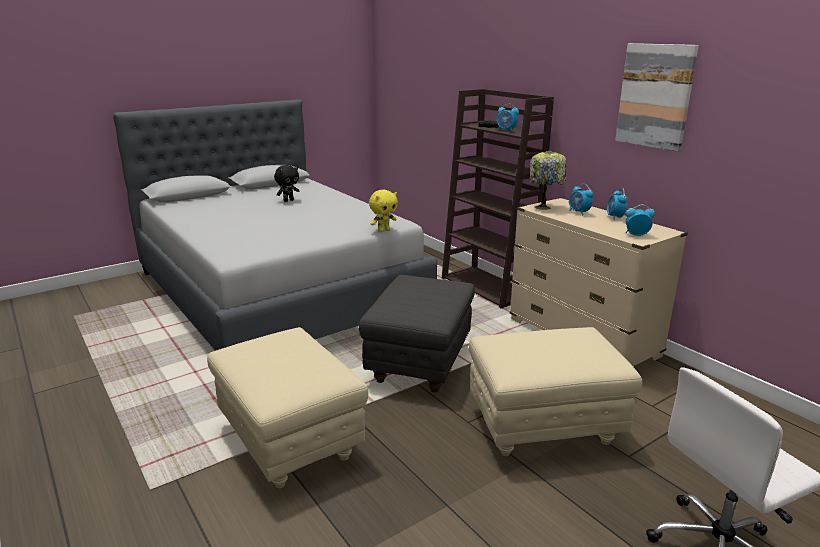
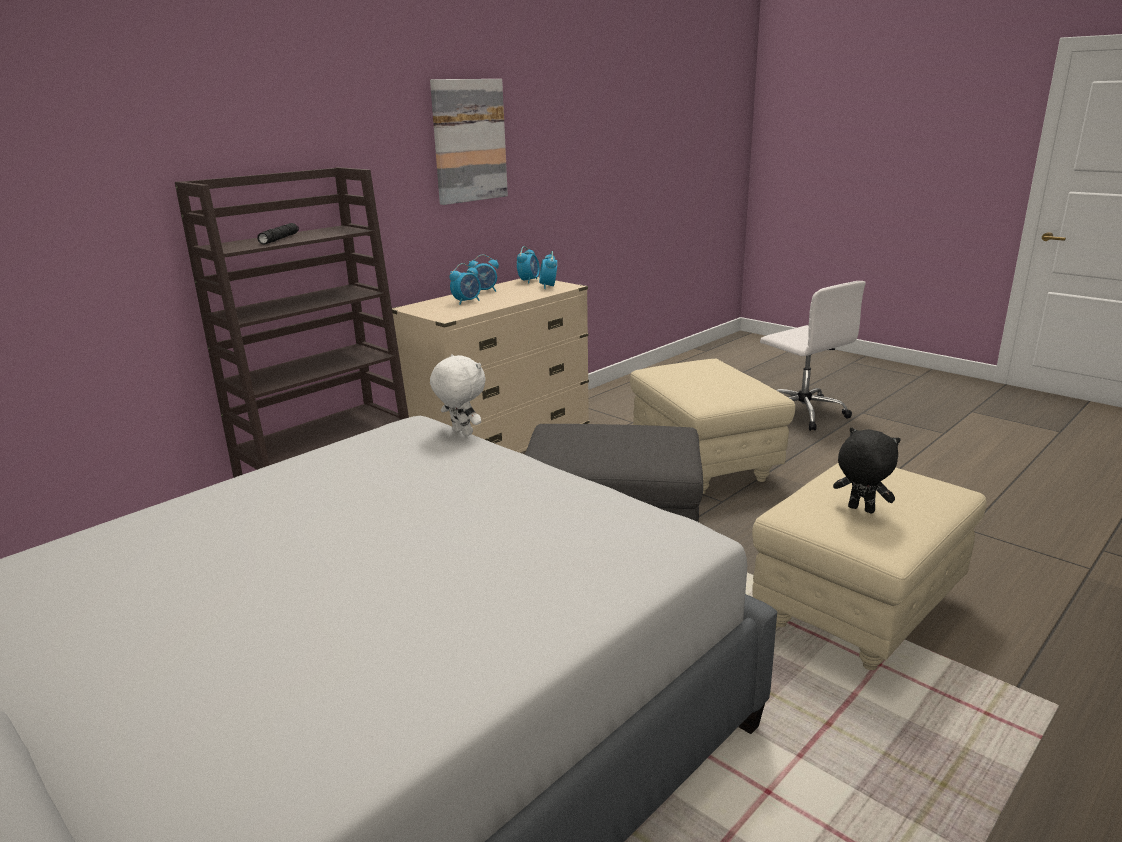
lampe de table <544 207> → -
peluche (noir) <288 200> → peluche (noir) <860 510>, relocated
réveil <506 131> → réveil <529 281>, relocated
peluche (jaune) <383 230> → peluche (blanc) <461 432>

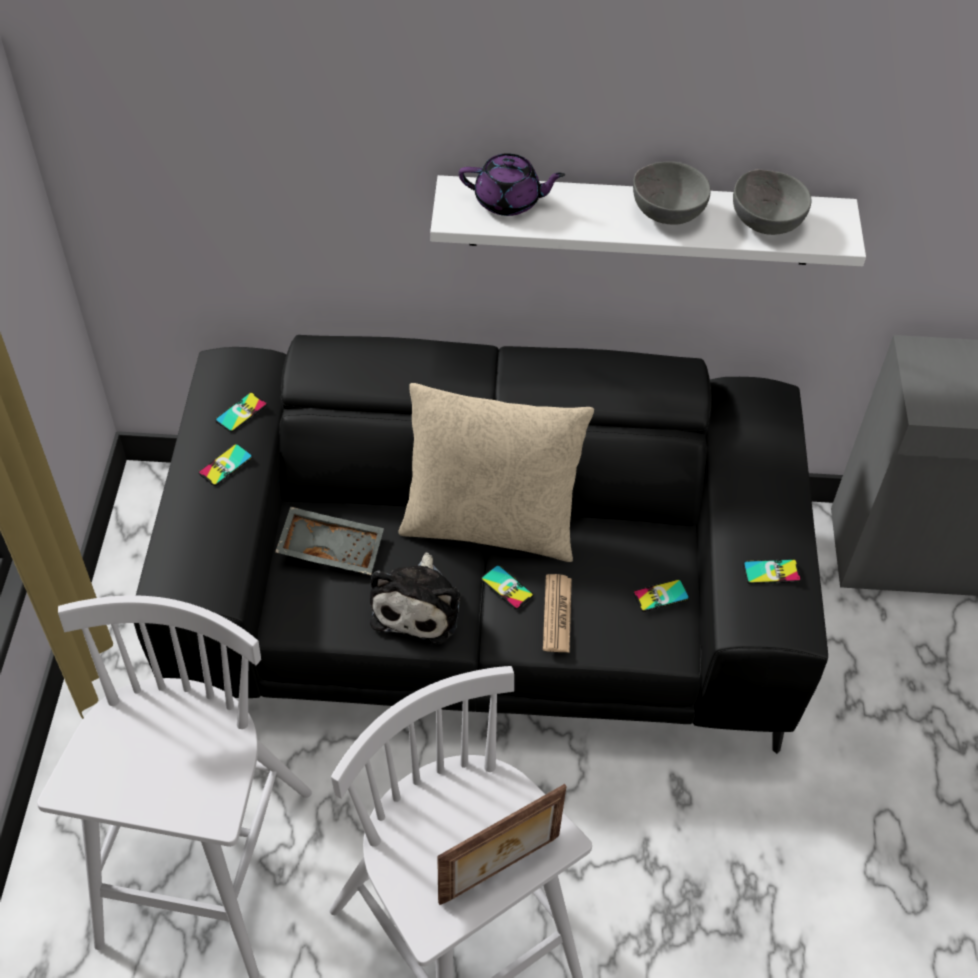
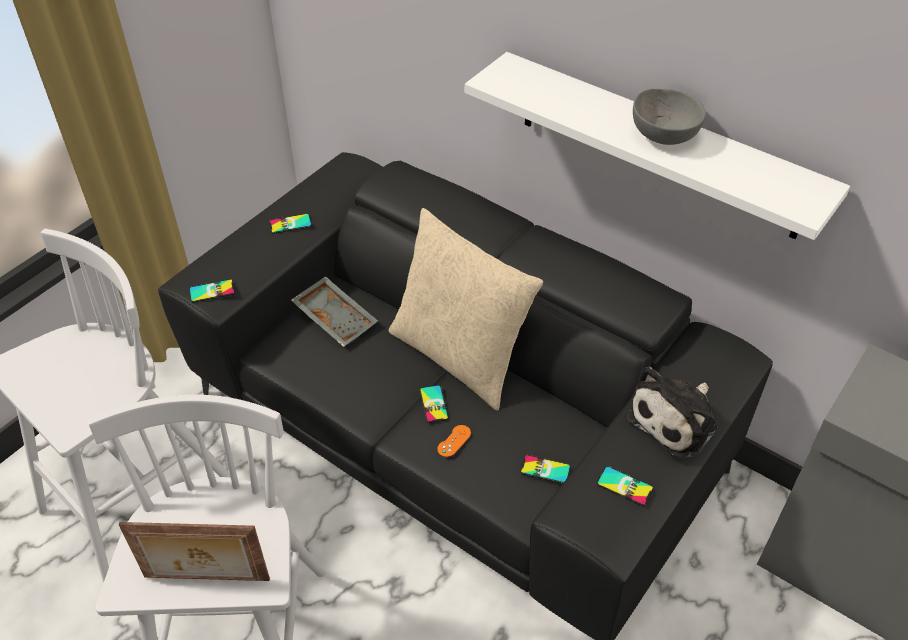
théière (violet) <508 201> → -
bol (gris) <766 221> → -
téléphone <241 412> → téléphone <212 291>, relocated
peluche <418 605> → peluche <675 420>, relocated
journal <557 614> → manette (orange) <454 441>

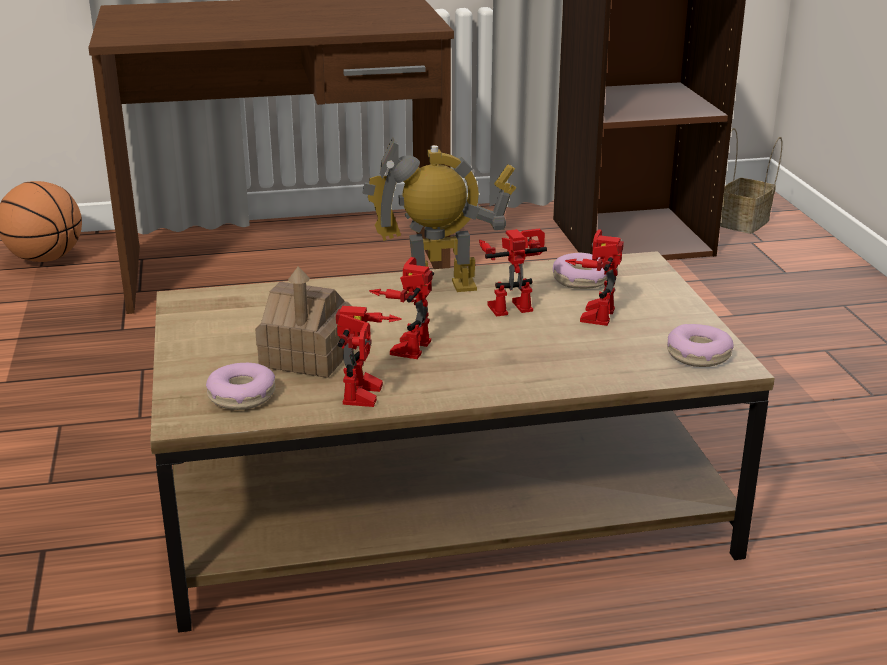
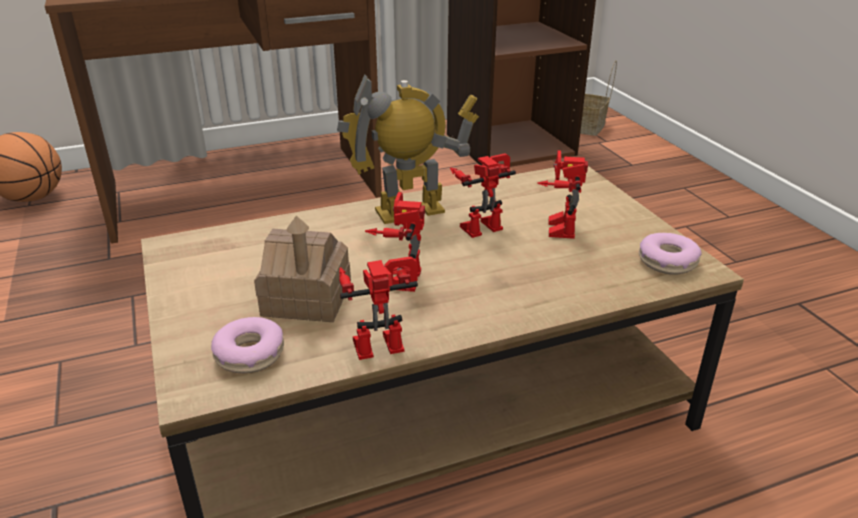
beignet <580 280> → -
robot jouet <368 397> → robot jouet <380 341>, 105 degrees counterclockwise

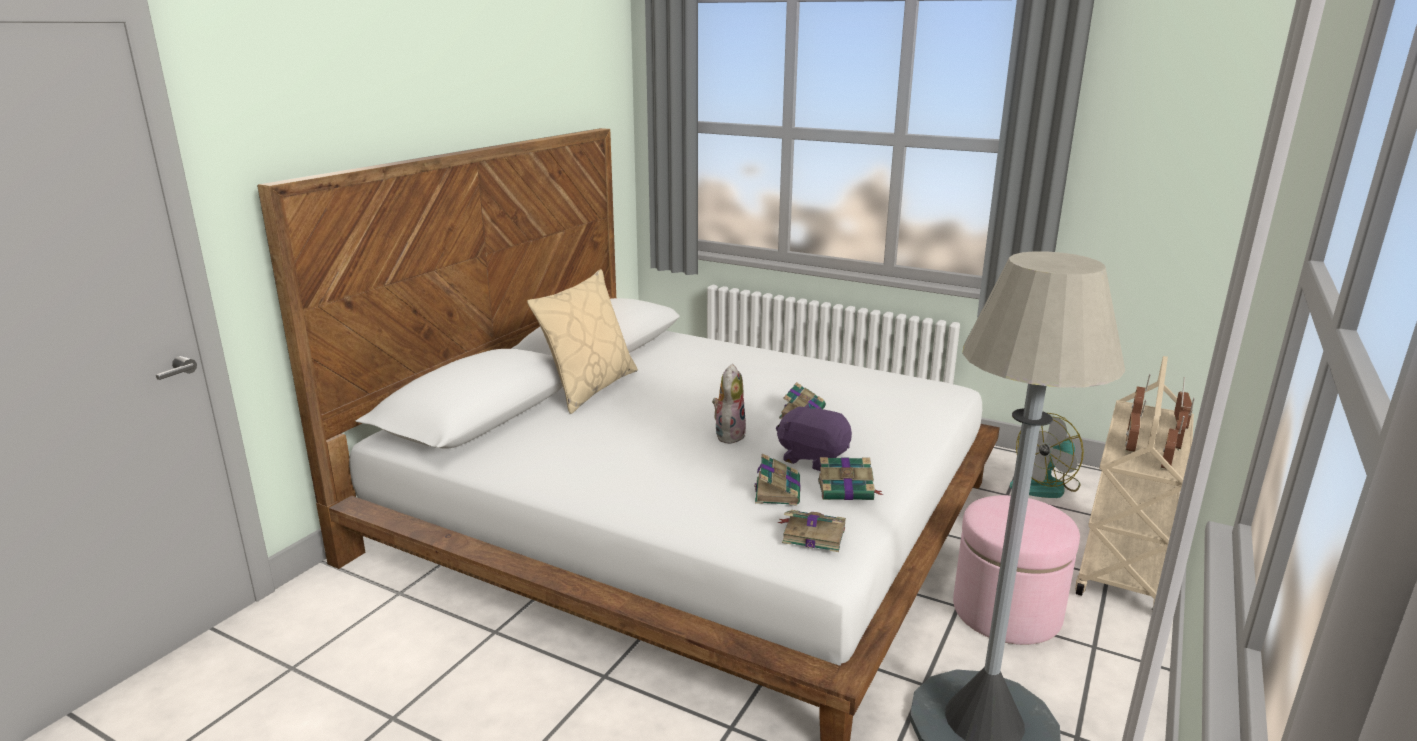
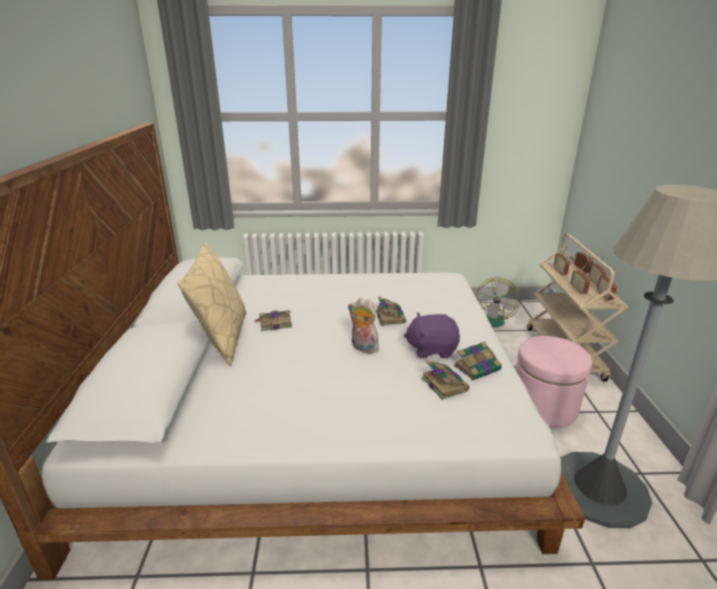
livre <812 534> → livre <274 323>, relocated
peluche <728 434> → peluche <362 348>, 45 degrees counterclockwise

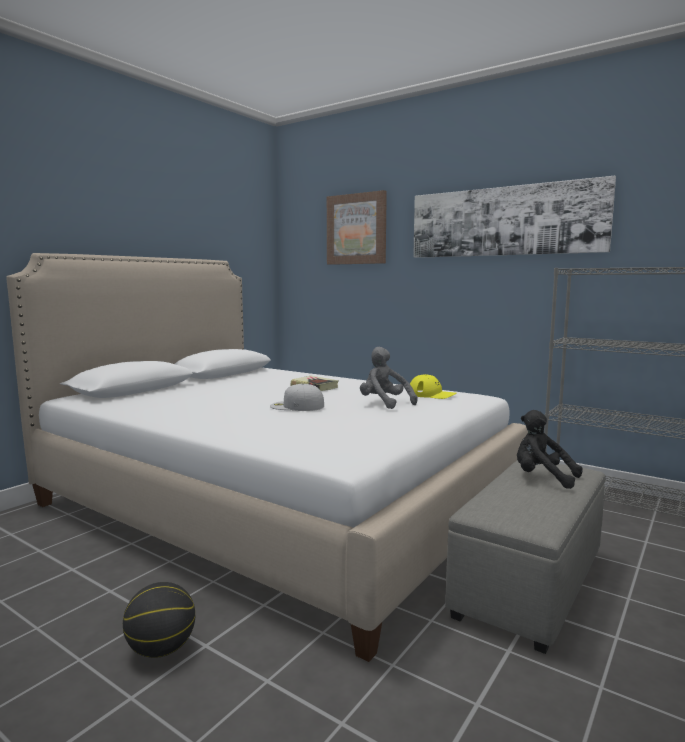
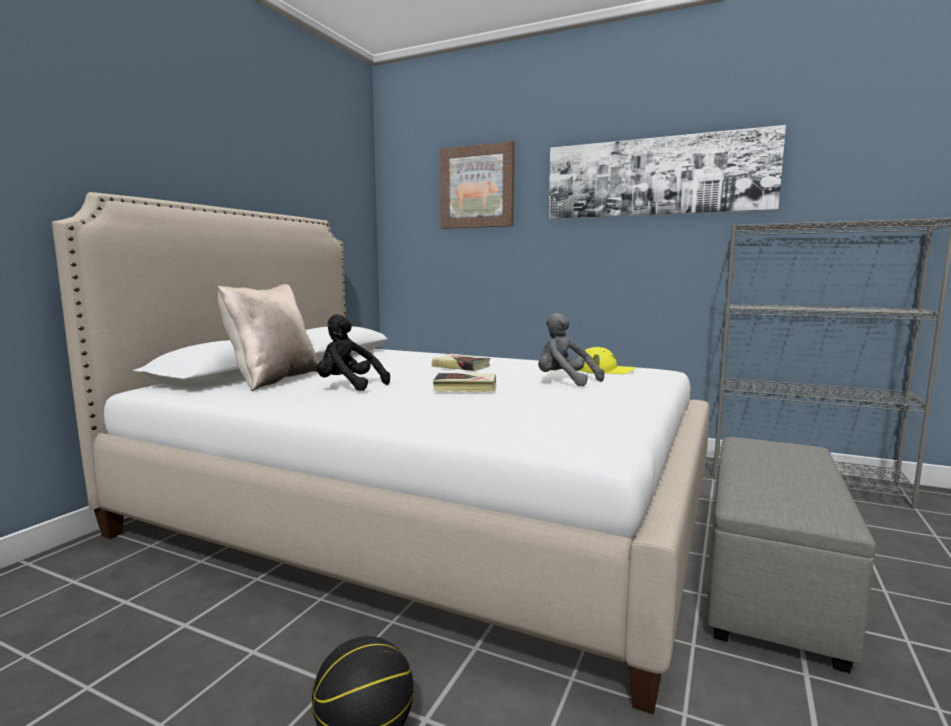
- → coussin (beige) <272 379>
peluche (noir) <542 478> → peluche (noir) <348 386>, relocated
casquette (blanc) <296 406> → livre <465 387>

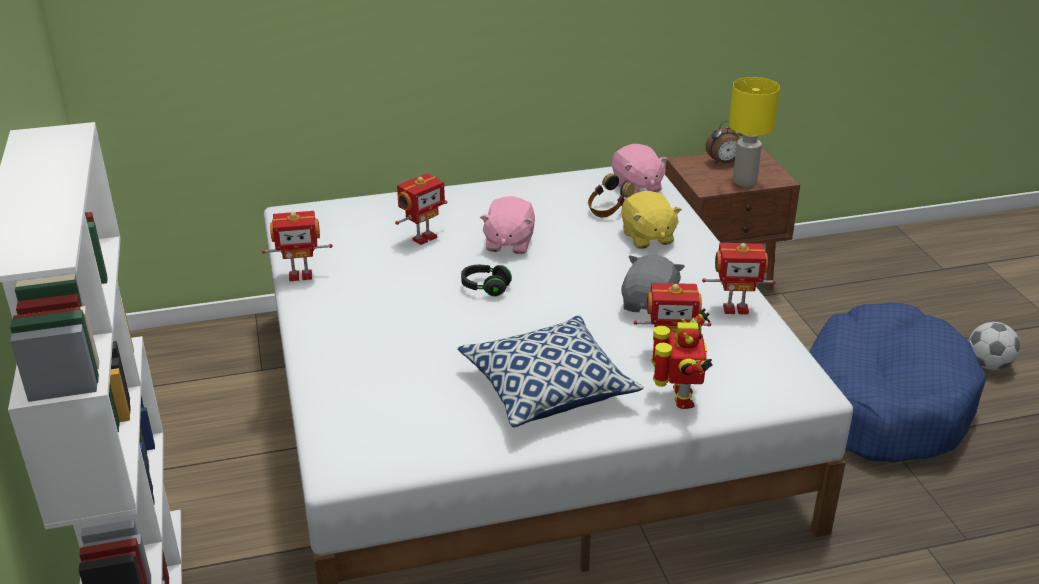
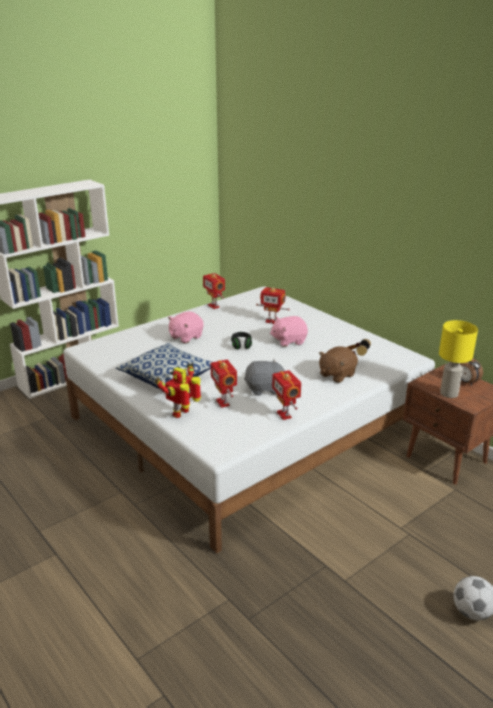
panier pour chien (bleu) <884 403> → -
peluche (rose) <636 187> → peluche (rose) <185 337>, relocated
peluche (jaune) <647 237> → peluche (marron) <336 375>
robot jouet <680 399> → robot jouet <182 413>, 150 degrees clockwise

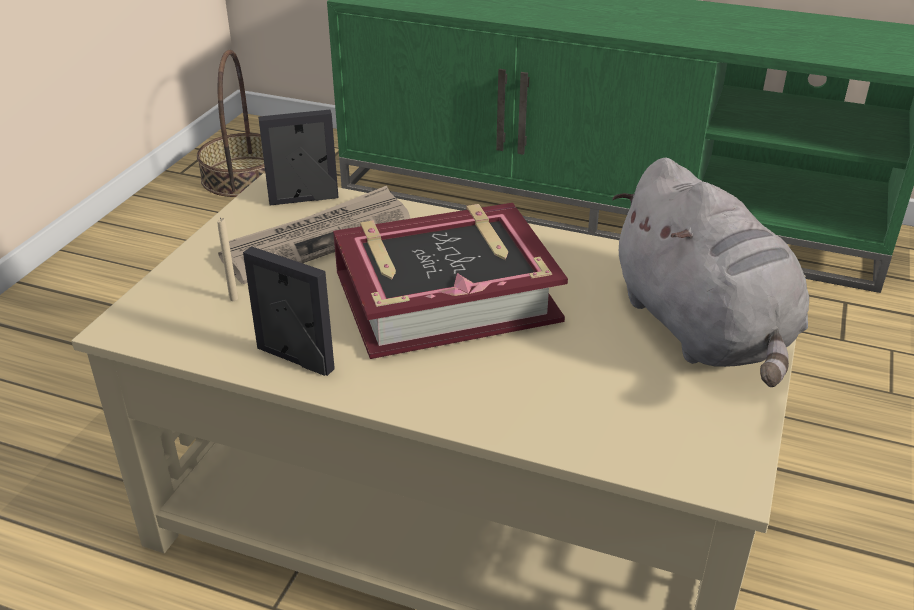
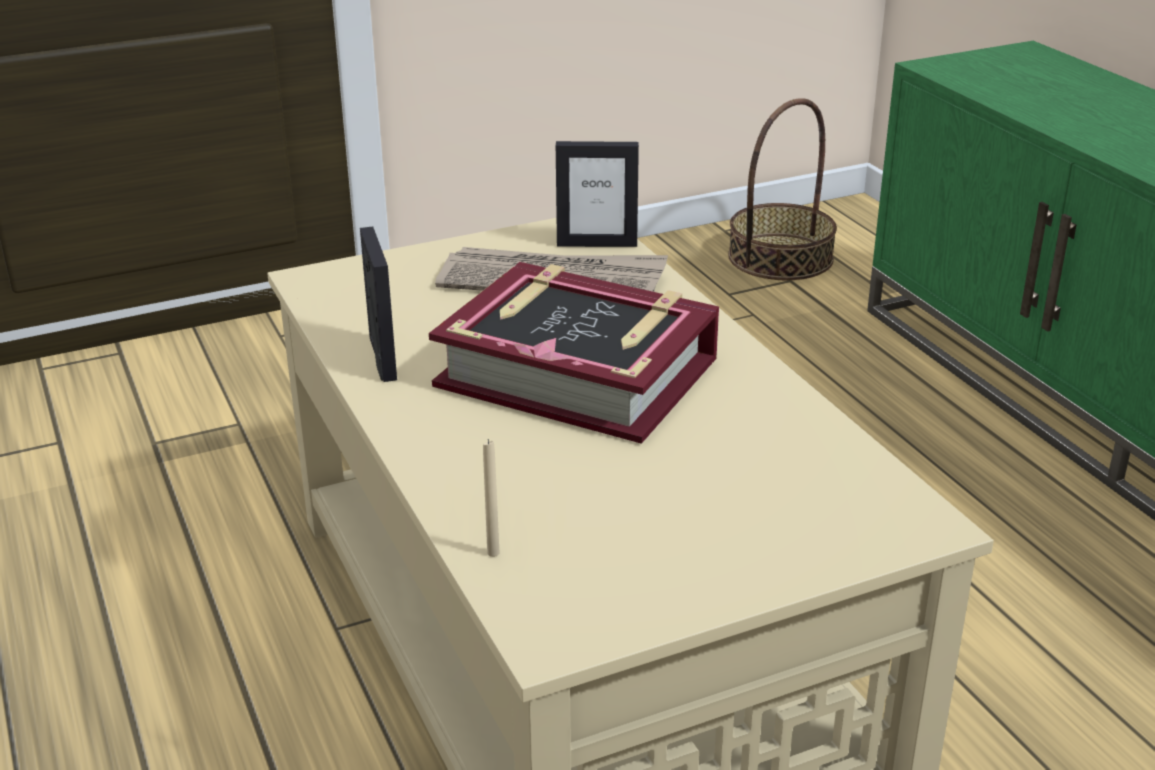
peluche (gris) <702 330> → -
bougie (beige) <234 299> → bougie (beige) <493 553>, relocated
cadre photo <303 199> → cadre photo <597 244>, 150 degrees clockwise

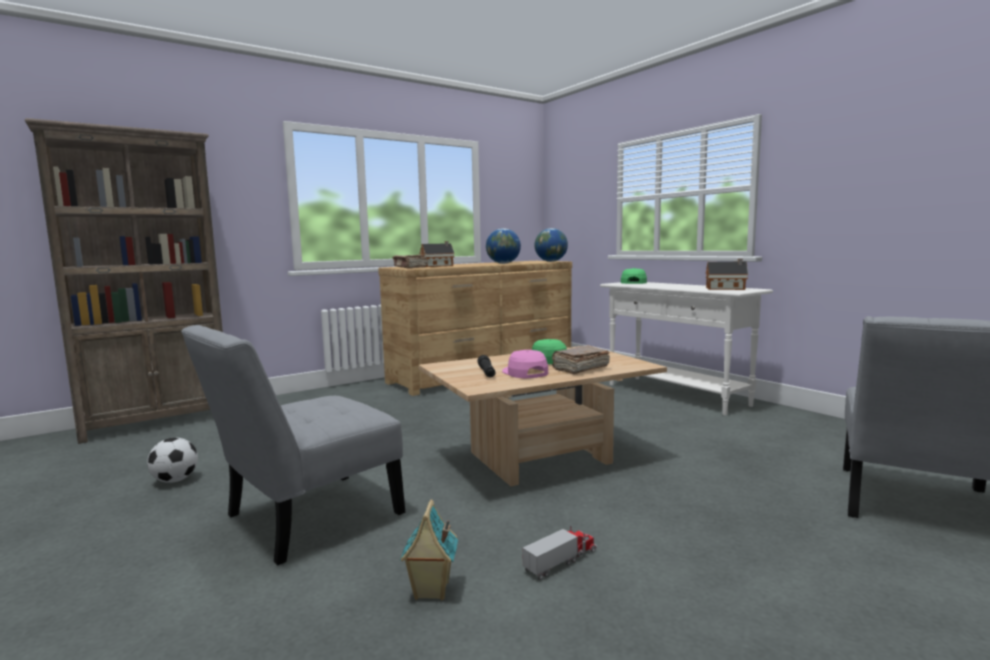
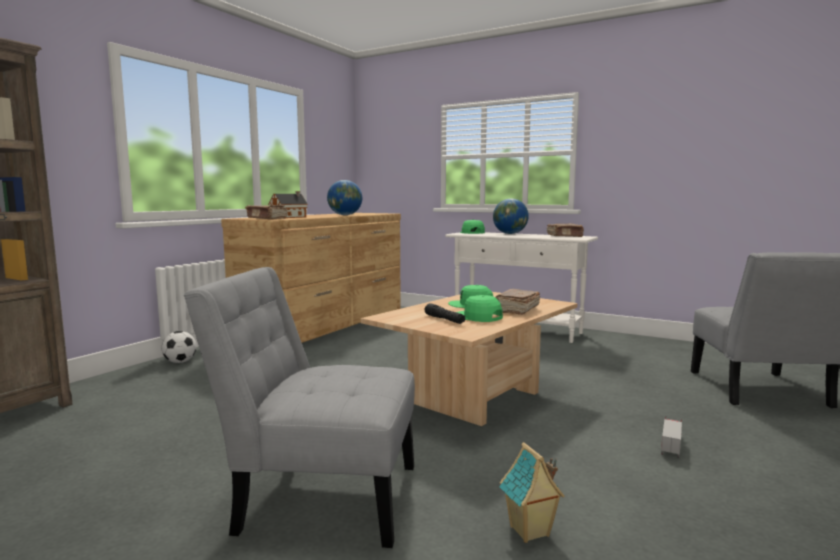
ballon de foot <175 480> → ballon de foot <180 362>, relocated
camion jouet <561 561> → camion jouet <671 443>, relocated
globe <551 261> → globe <510 233>, relocated
maison miniature <727 288> → livre (marron) <565 236>
casquette (rose) <524 372> → casquette (vert) <478 317>
chaise (gris) <305 518> → chaise (gris) <320 496>, 75 degrees clockwise

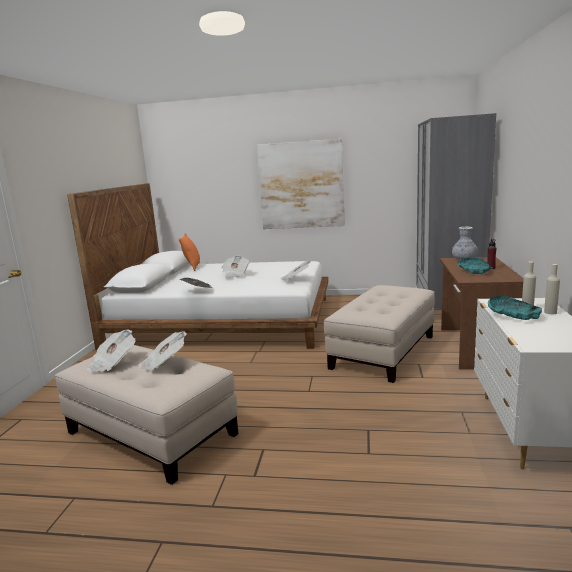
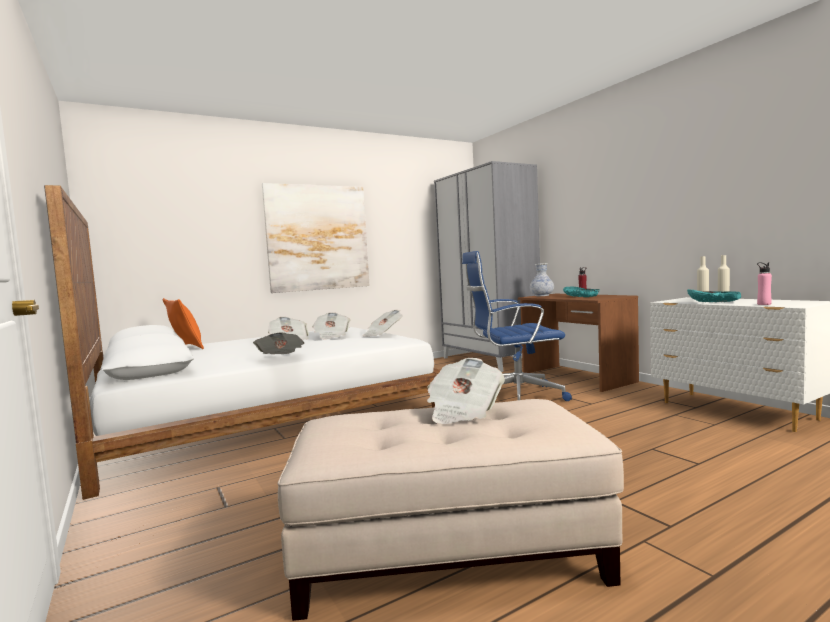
- → bouteille (rose) <764 304>
journal <112 363> → journal <331 336>, relocated
pouf (beige) <382 351> → chaise de bureau (bleu) <515 396>

